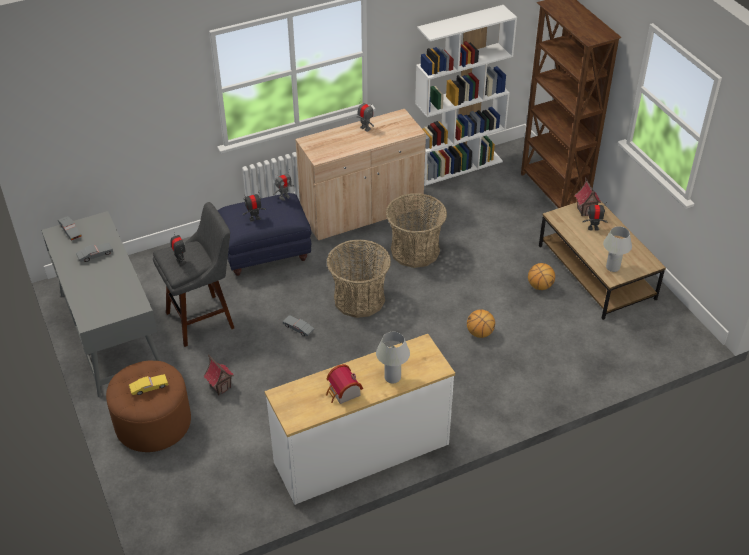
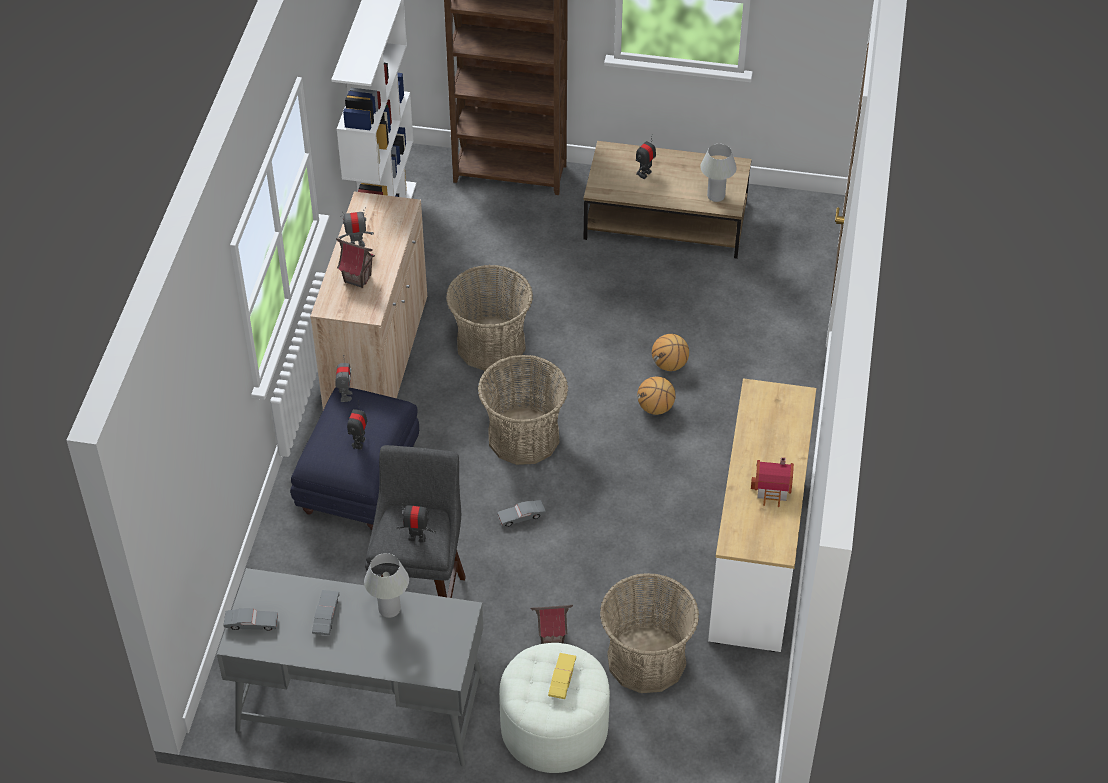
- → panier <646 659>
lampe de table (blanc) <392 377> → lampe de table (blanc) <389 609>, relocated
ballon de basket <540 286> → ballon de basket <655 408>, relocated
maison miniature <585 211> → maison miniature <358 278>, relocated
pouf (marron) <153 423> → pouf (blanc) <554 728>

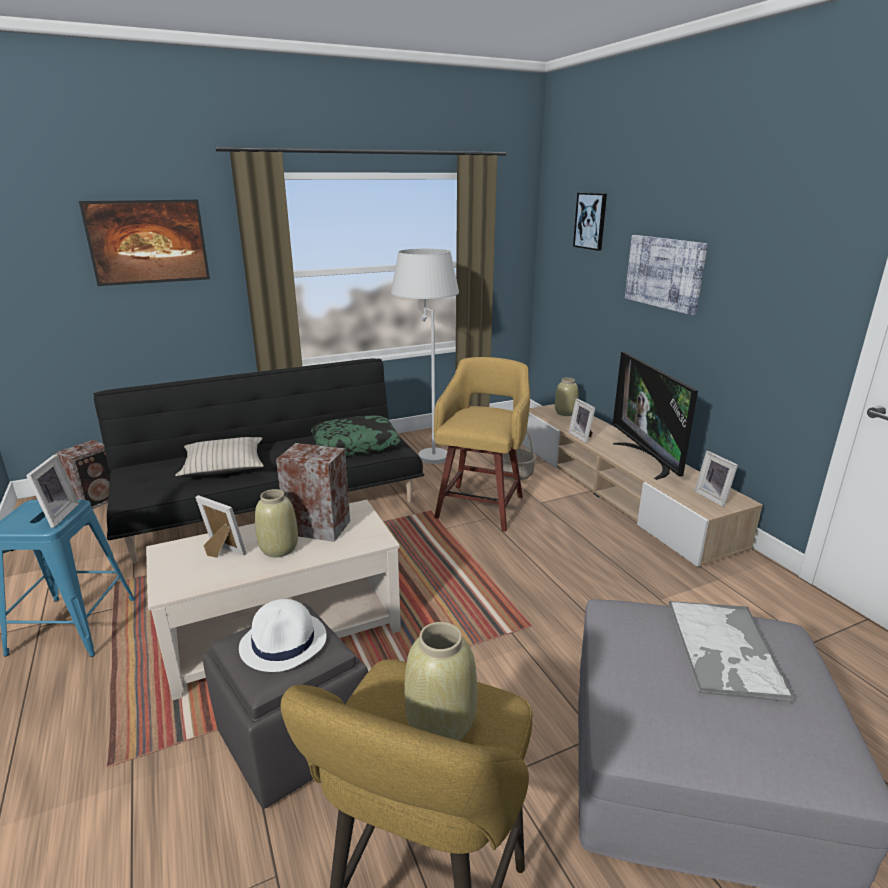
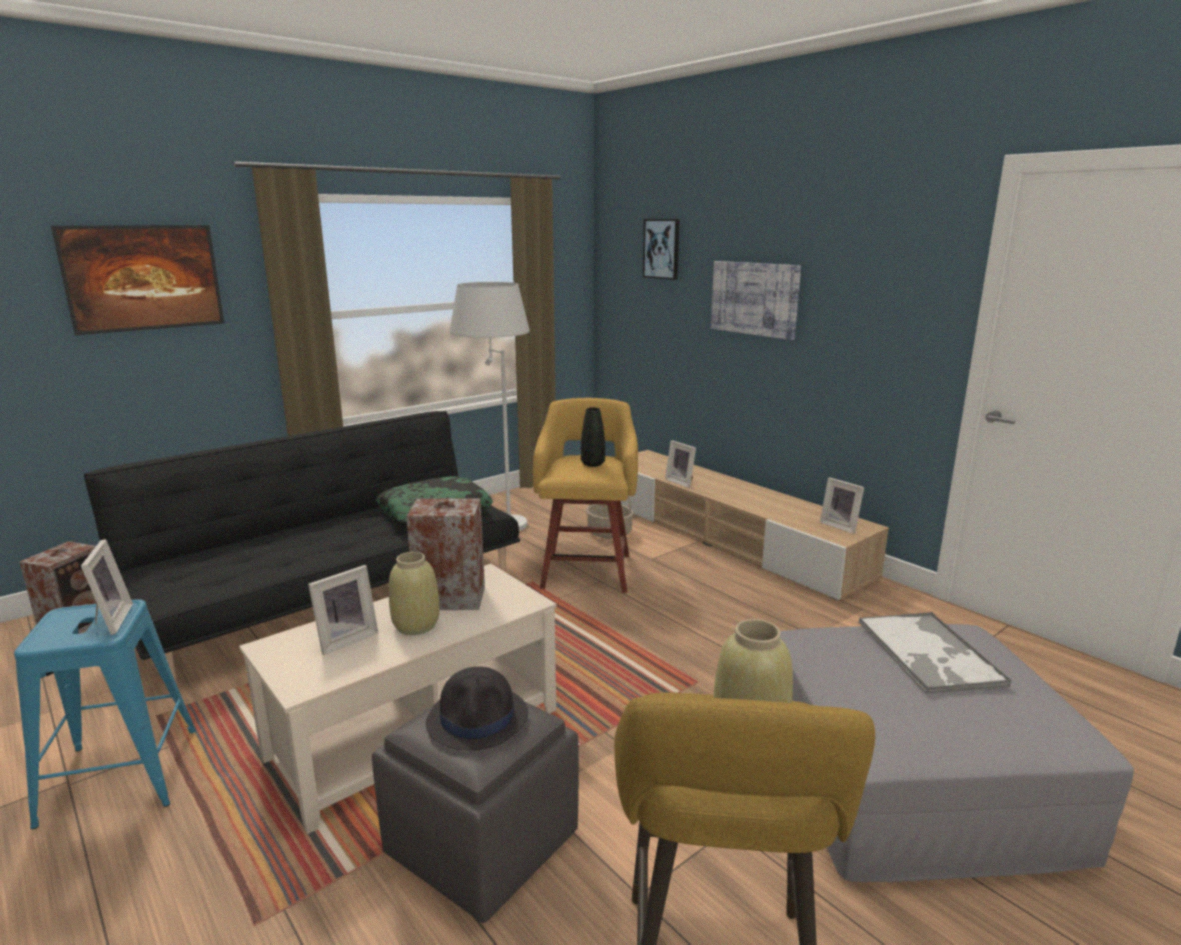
coussin (beige) <223 466> → -
vase (beige) <565 413> → -
téléviseur <648 459> → -
- → vase (noir) <592 464>
chapeau (blanc) <284 642> → chapeau (noir) <478 719>
cadre photo <221 552> → cadre photo <345 639>, 120 degrees clockwise

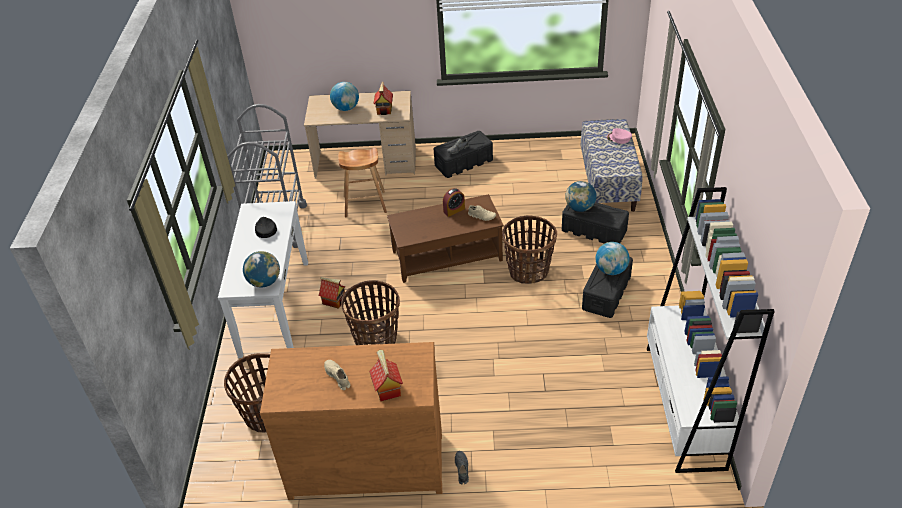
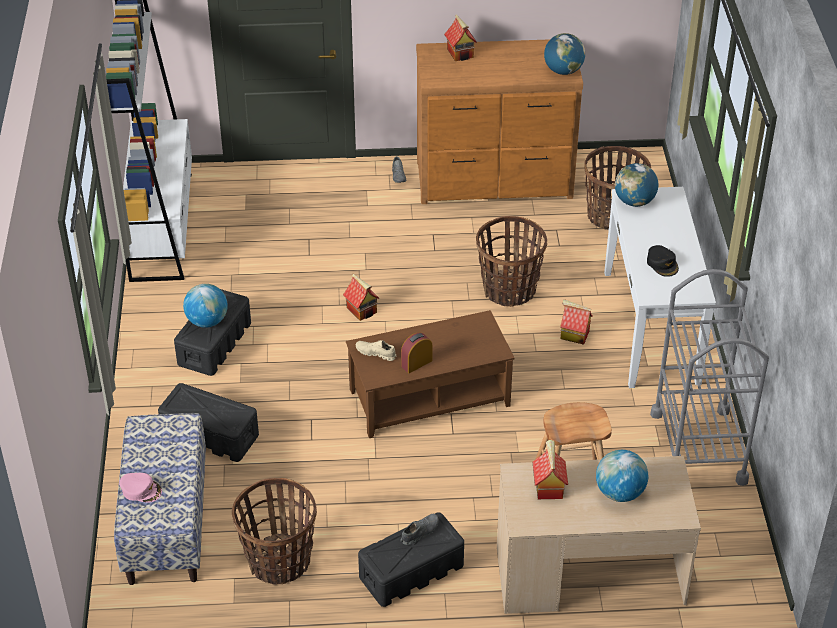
chaussure (beige) <337 377> → -
- → maison miniature <362 310>
panier <528 271> → panier <279 562>, relocated
globe <580 208> → globe <563 71>, relocated

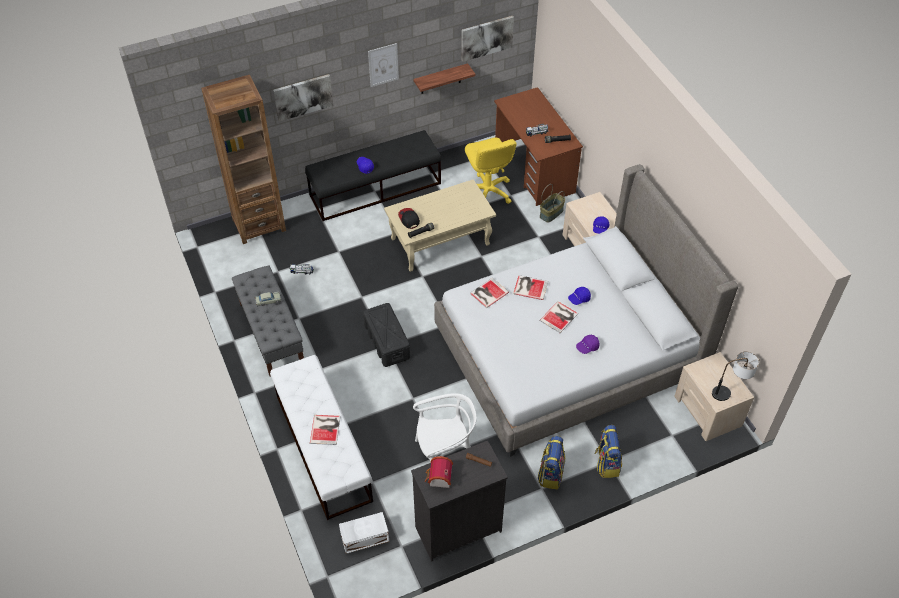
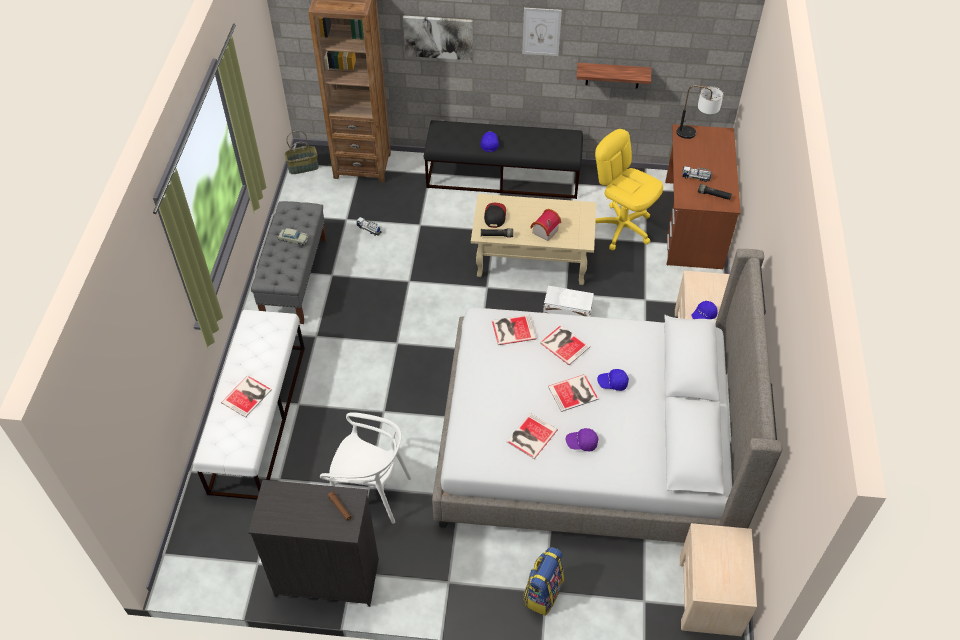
boîte de rangement (noir) <387 341> → -
tableau <486 37> → -
sac à dos <550 474> → -
- → livre <530 436>
boîte de rangement (blanc) <364 537> → boîte de rangement (blanc) <566 312>, relocated
maison miniature <438 478> → maison miniature <543 231>, relocated
panier <551 213> → panier <303 166>, relocated
lampe de table <729 392> → lampe de table <695 134>, relocated
chaise de bureau (jaune) <487 192> → chaise de bureau (jaune) <621 228>, 120 degrees clockwise

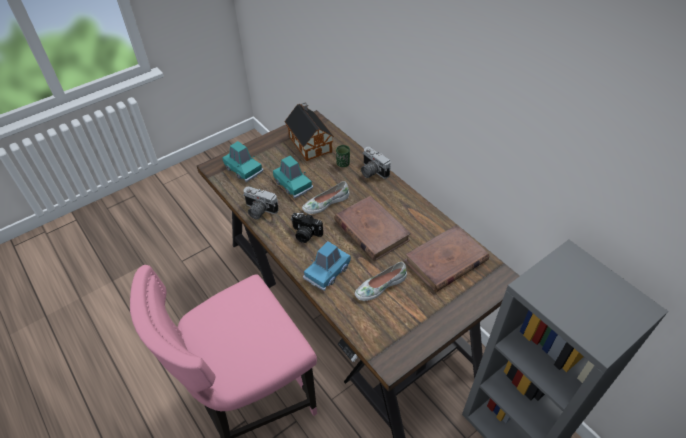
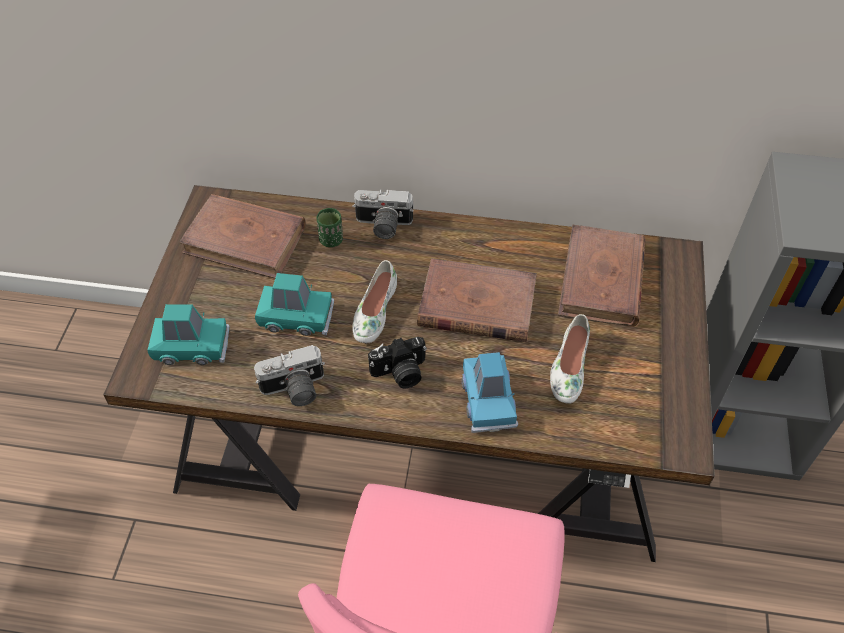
maison miniature <309 142> → livre (marron) <245 240>

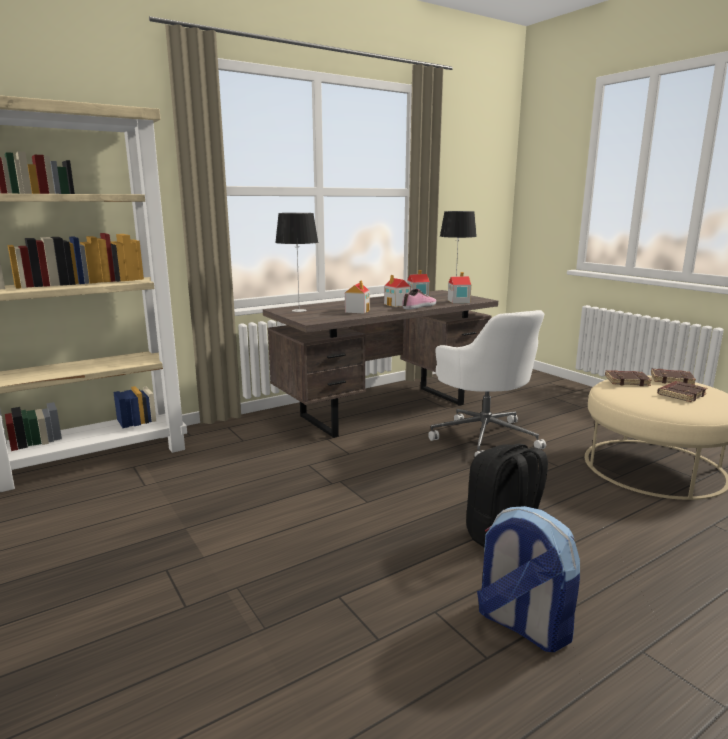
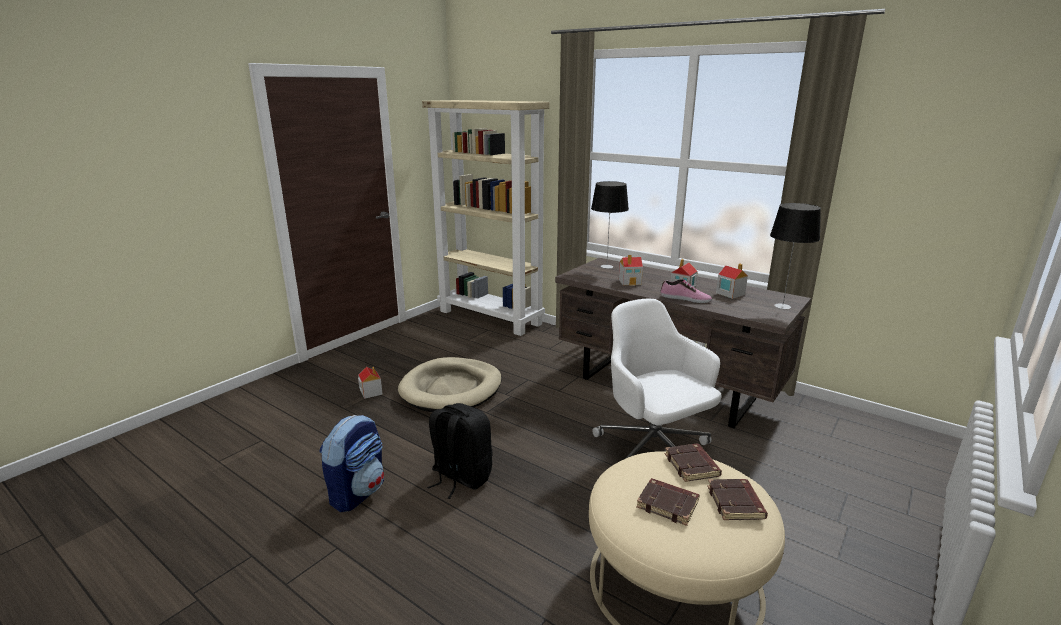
- → panier pour chien (beige) <451 389>
maison miniature <458 301> → maison miniature <371 392>, relocated
chaise de bureau (blanc) <484 437> → chaise de bureau (blanc) <653 450>, 105 degrees clockwise

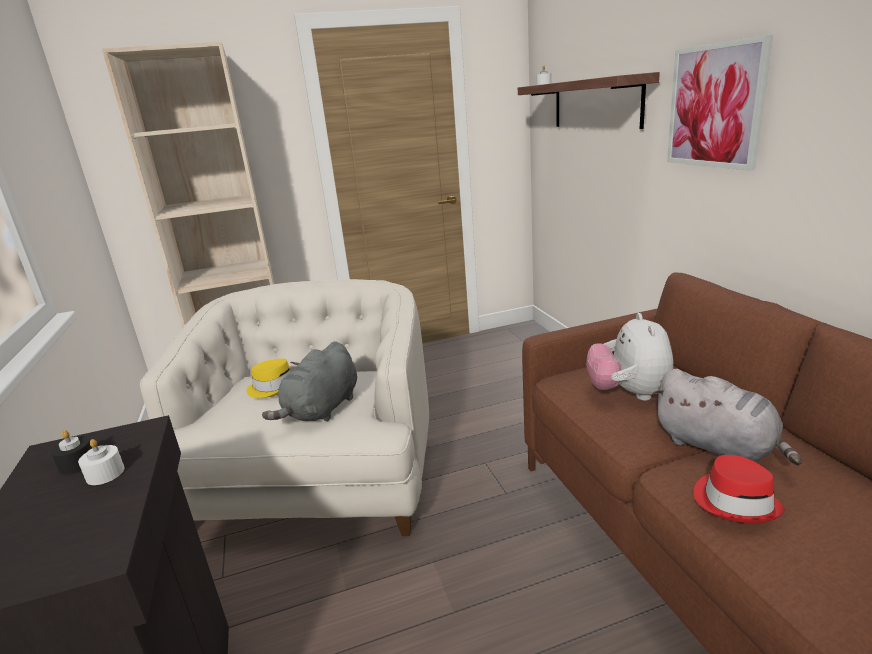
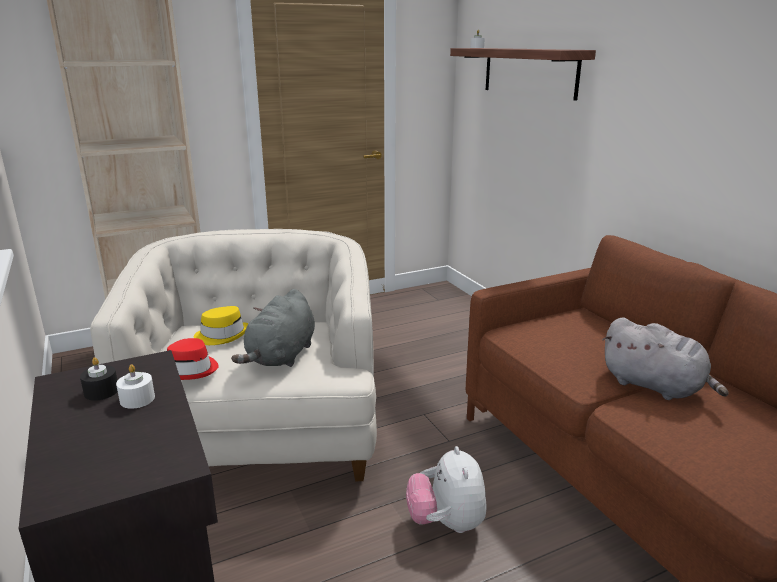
tableau <715 106> → -
peluche <628 394> → peluche <446 523>, relocated
chapeau (rouge) <735 501> → chapeau (rouge) <191 370>, relocated

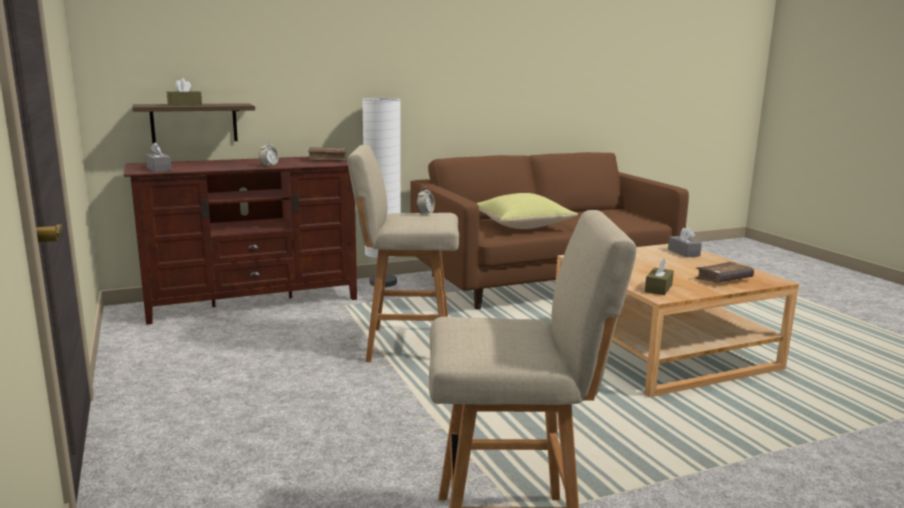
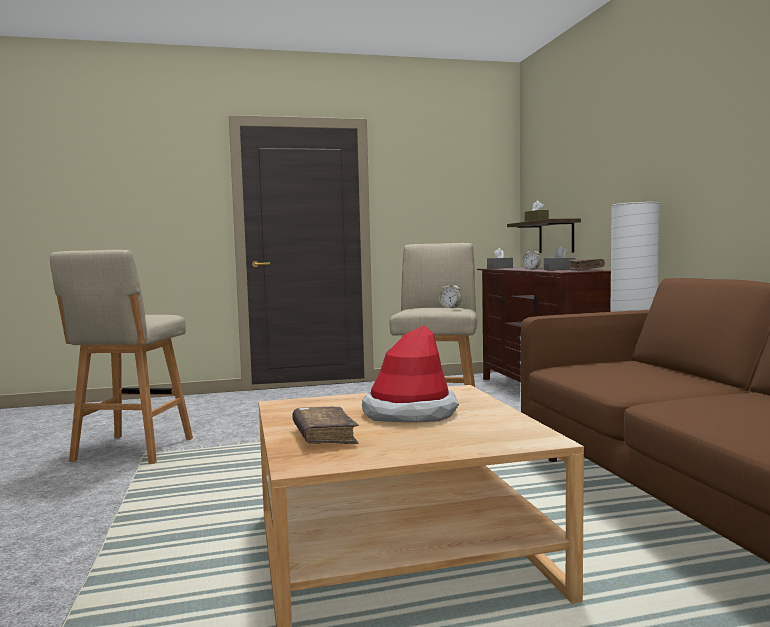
coussin (jaune) <522 226> → -
boîte à mouchoirs (marron) <658 288> → -
- → chapeau <410 413>
boîte à mouchoirs (gris) <683 252> → boîte à mouchoirs (gris) <559 269>, relocated

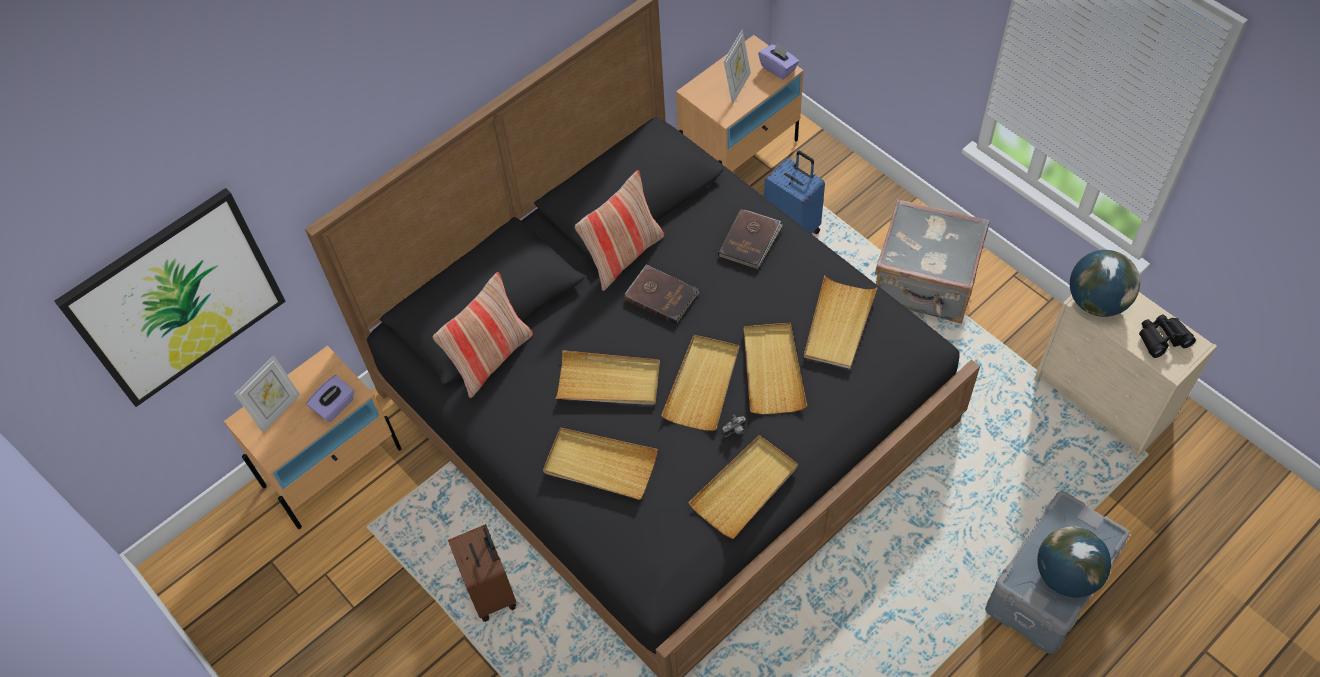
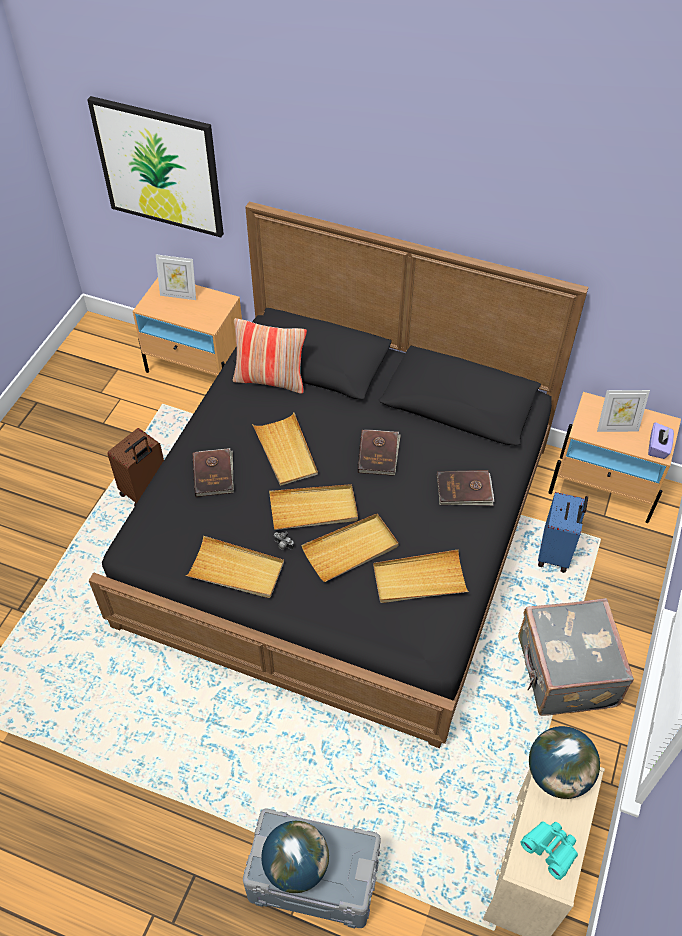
boîte à mouchoirs (violet) <335 406> → -
coussin <624 256> → -
plateau (beige) <600 465> → livre (marron) <214 474>
jumelles (noir) <1162 338> → jumelles (turquoise) <550 849>

